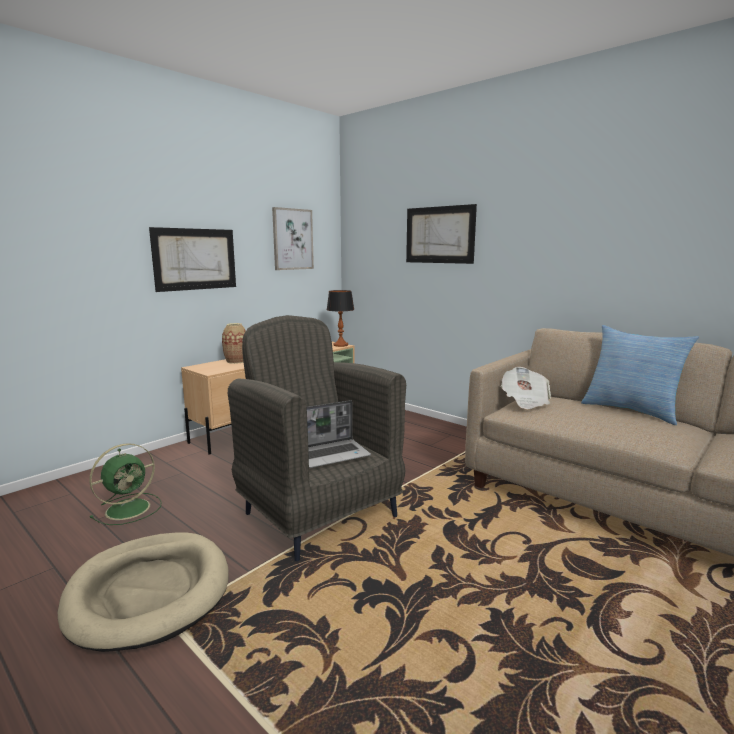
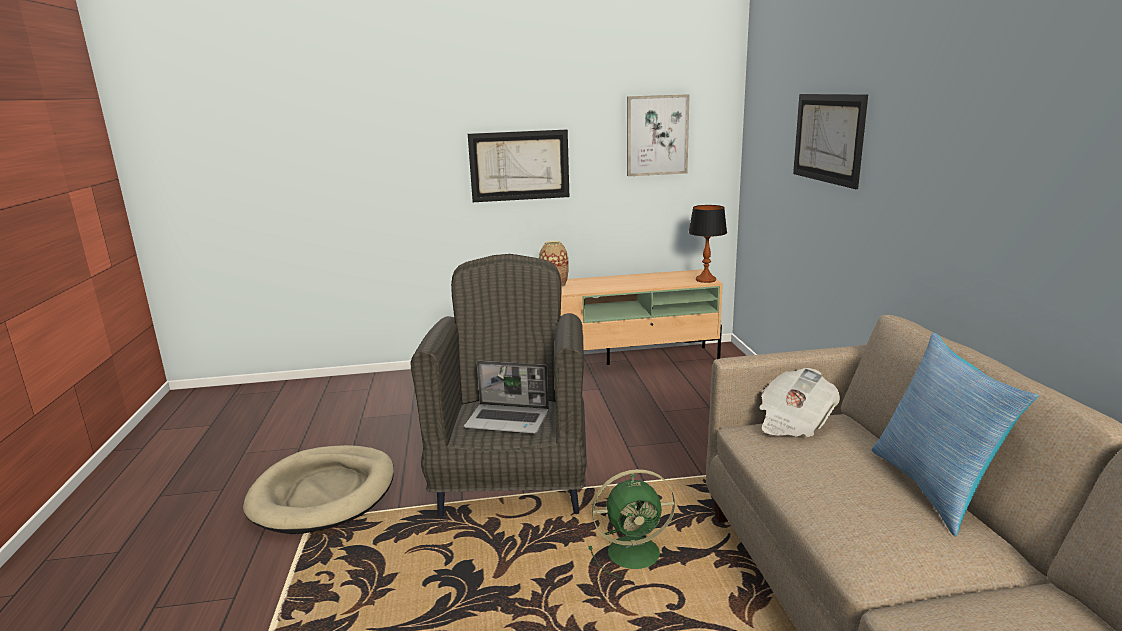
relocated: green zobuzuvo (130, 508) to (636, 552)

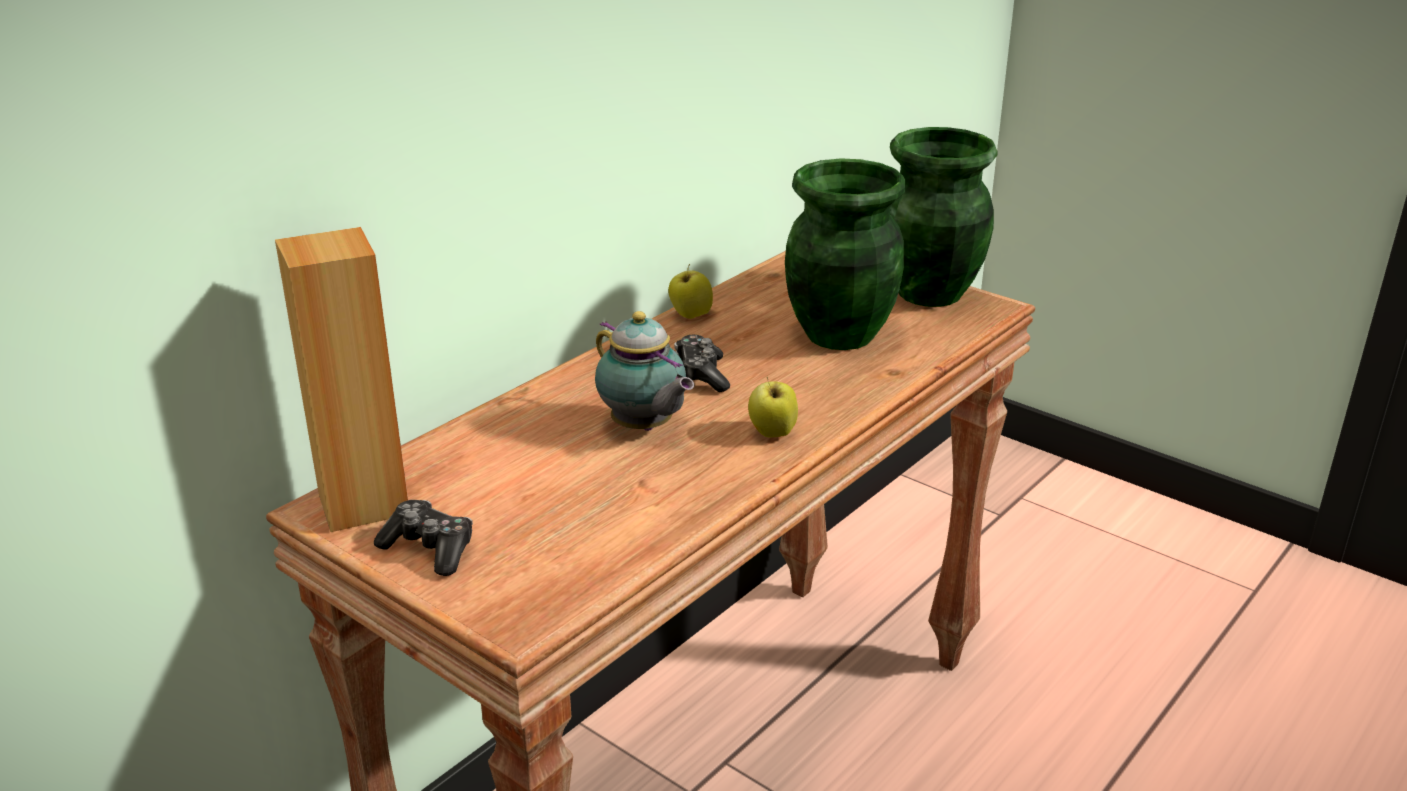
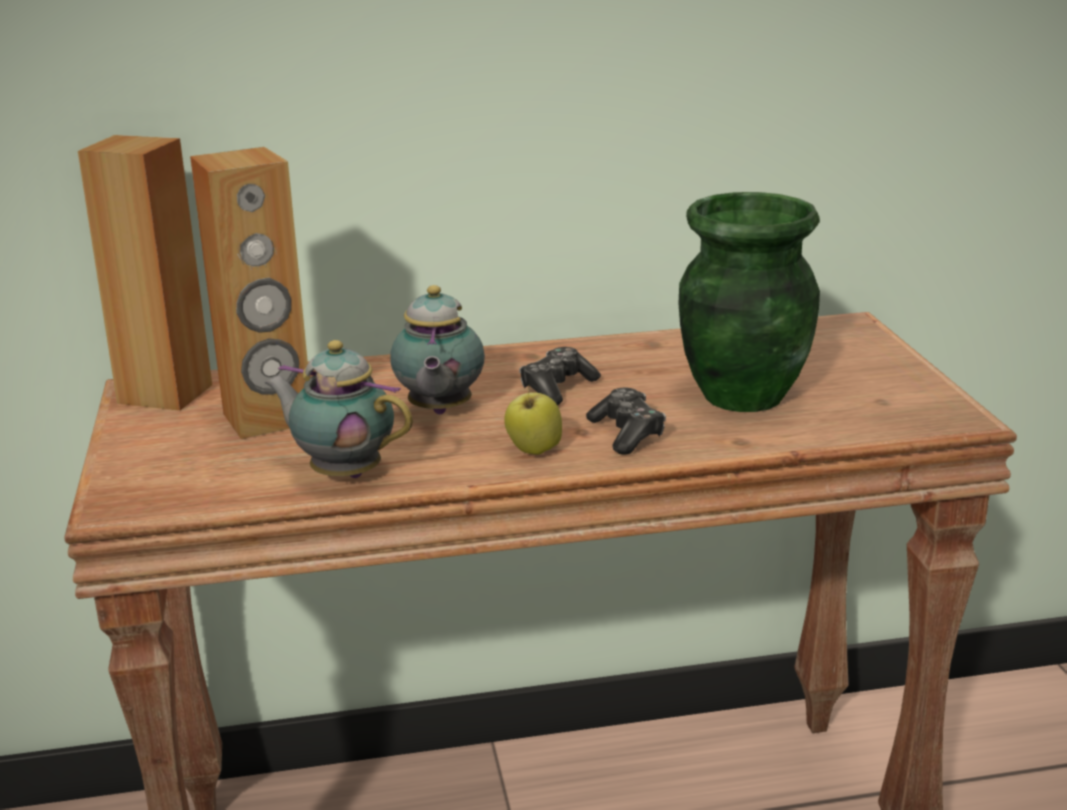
missing: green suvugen (930, 294); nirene (690, 316)
appeared: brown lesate (268, 419); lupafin (342, 473)
relocated: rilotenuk (429, 549) to (627, 433)

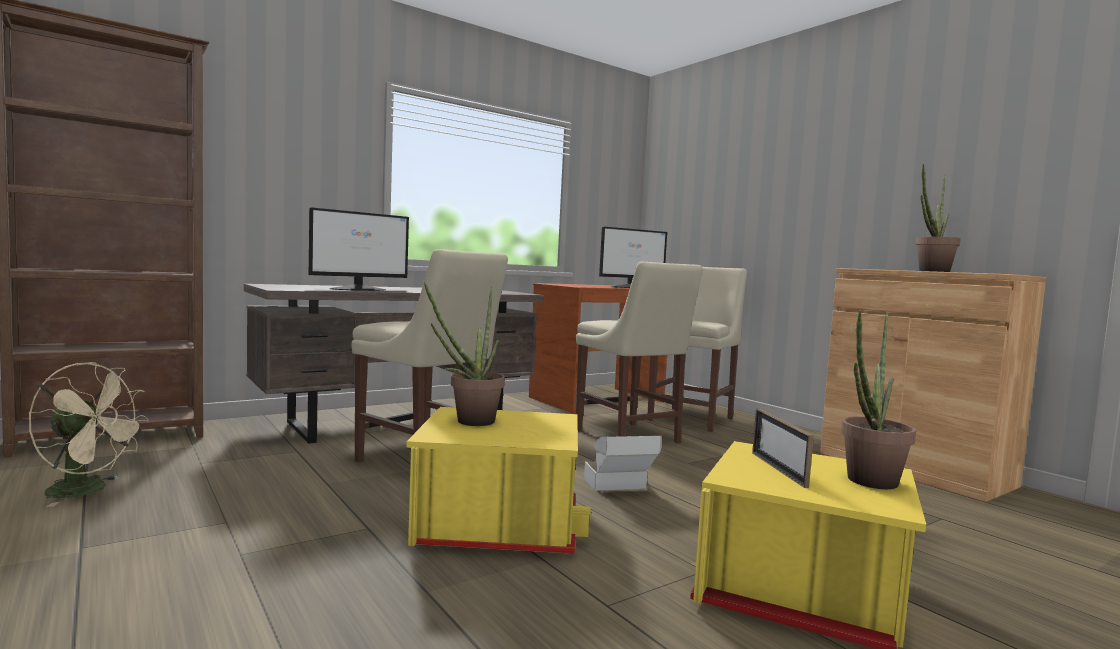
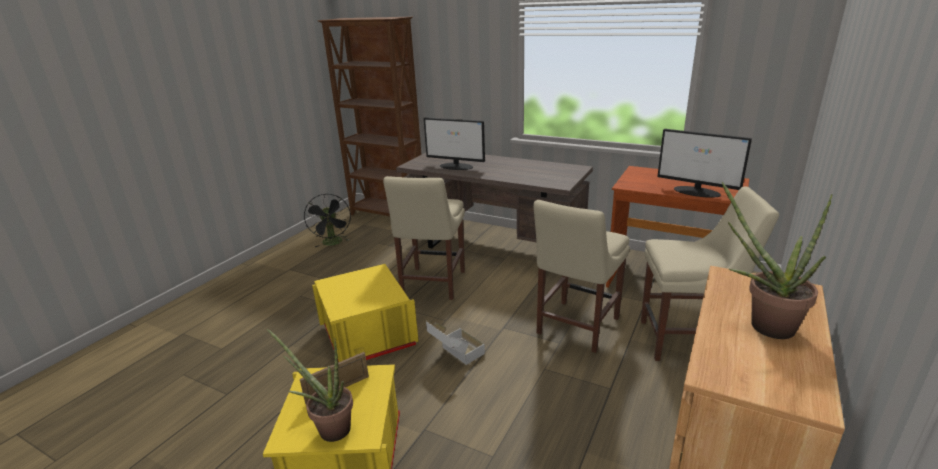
missing: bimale (468, 422)
colour: beige zobuzuvo (88, 491) to black zobuzuvo (333, 243)

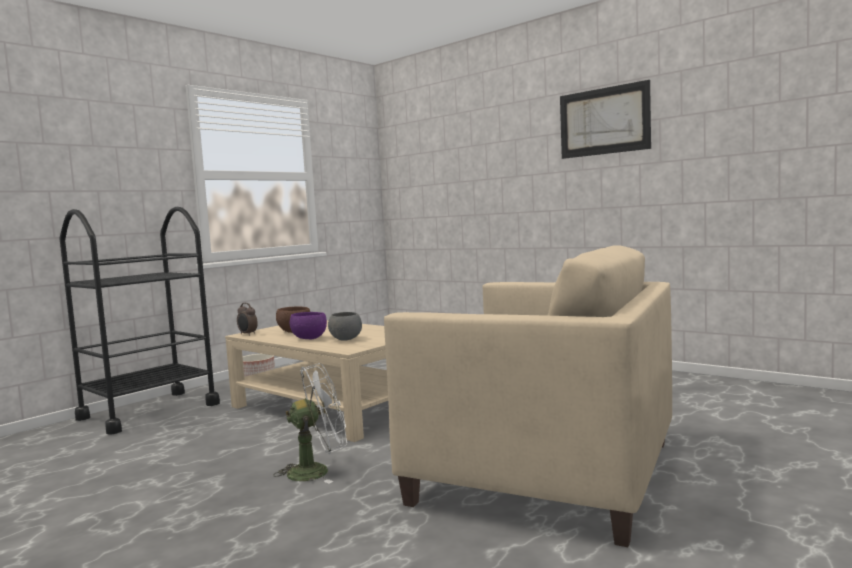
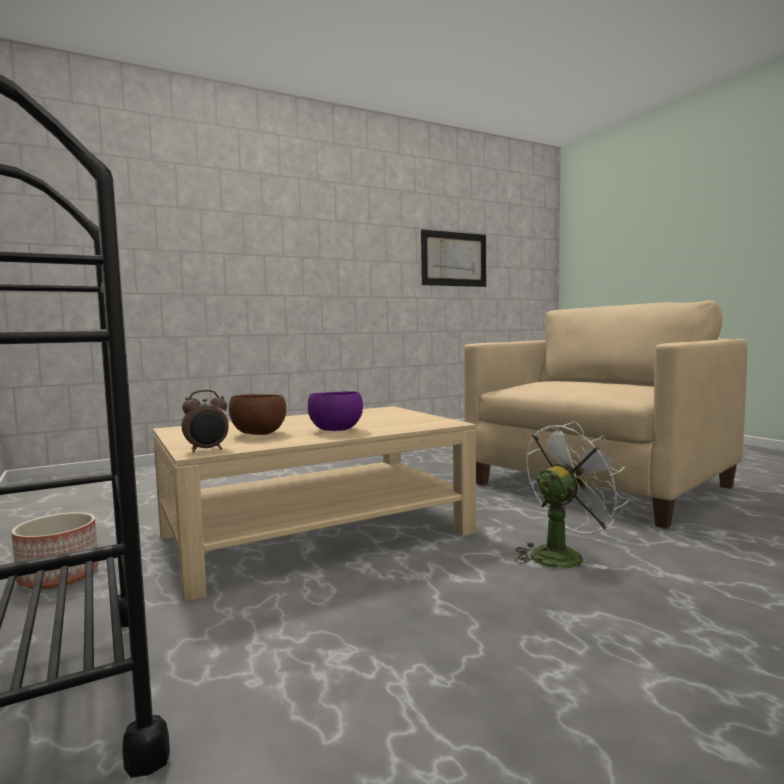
missing: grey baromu (345, 339)
relocated: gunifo (603, 121) to (454, 259)
spun: white zobuzuvo (317, 471) = (563, 555) 60 degrees clockwise

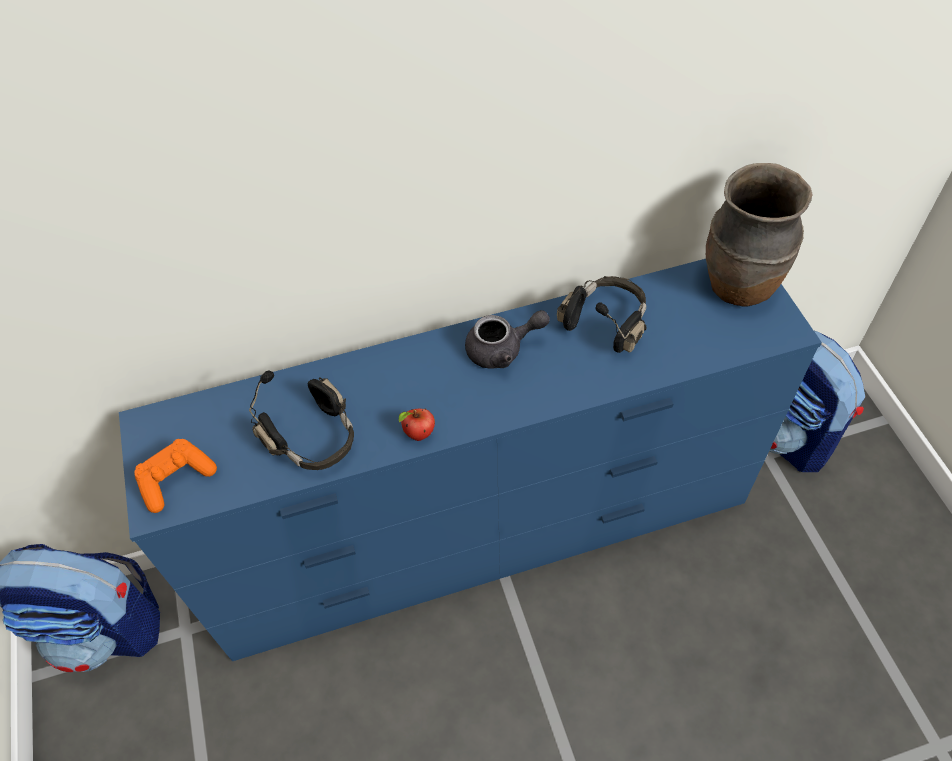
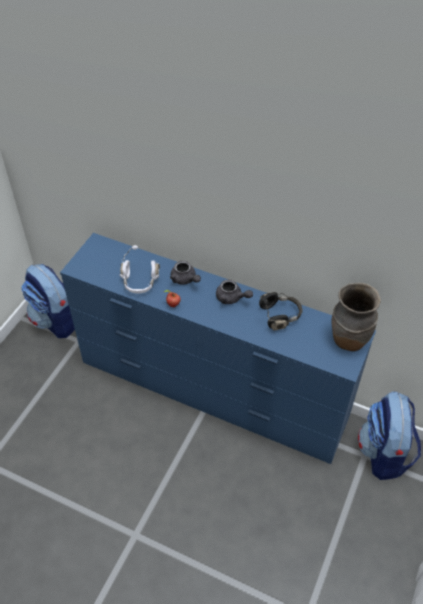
missing: orange rilotenuk (176, 479)
appeared: grey lupafin (185, 280)
colour: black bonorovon (314, 438) to white bonorovon (139, 282)

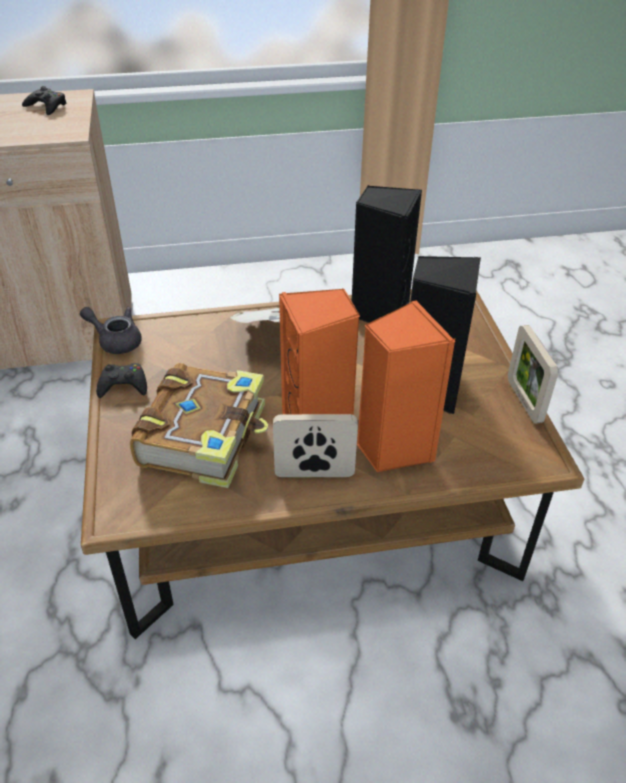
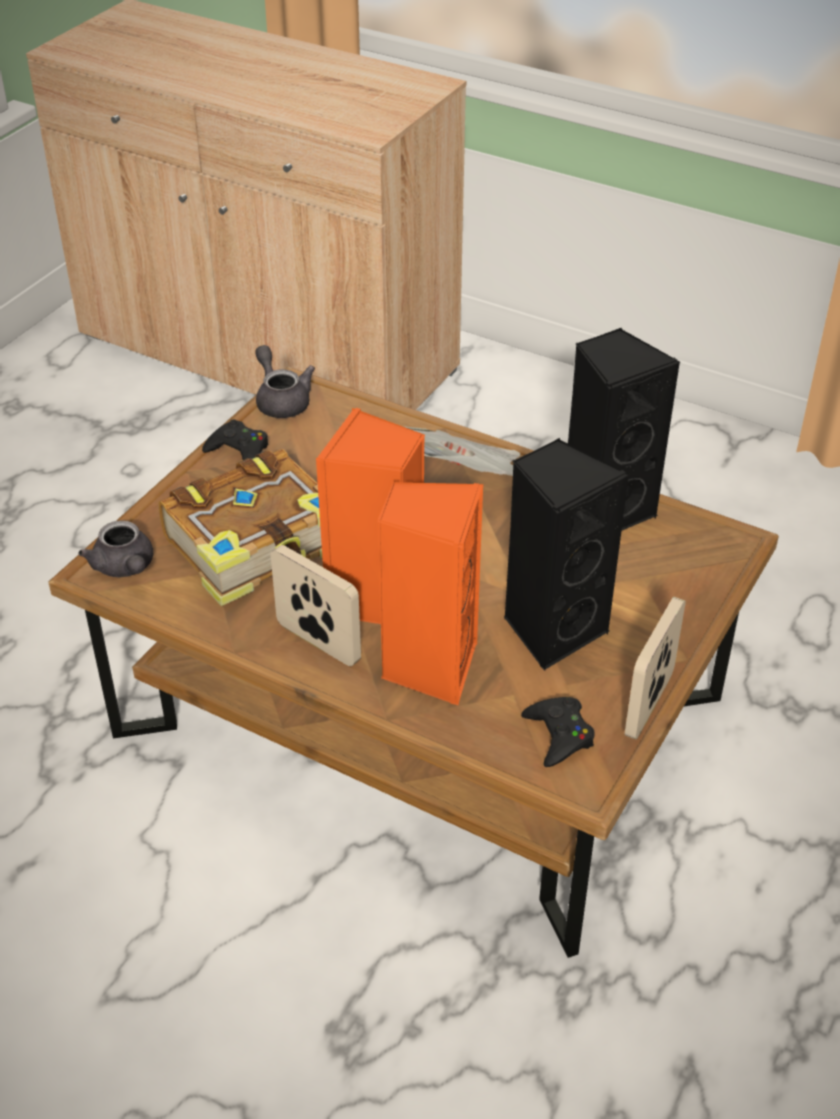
appeared: grey lupafin (125, 568)
relocated: black rilotenuk (47, 106) to (559, 735)

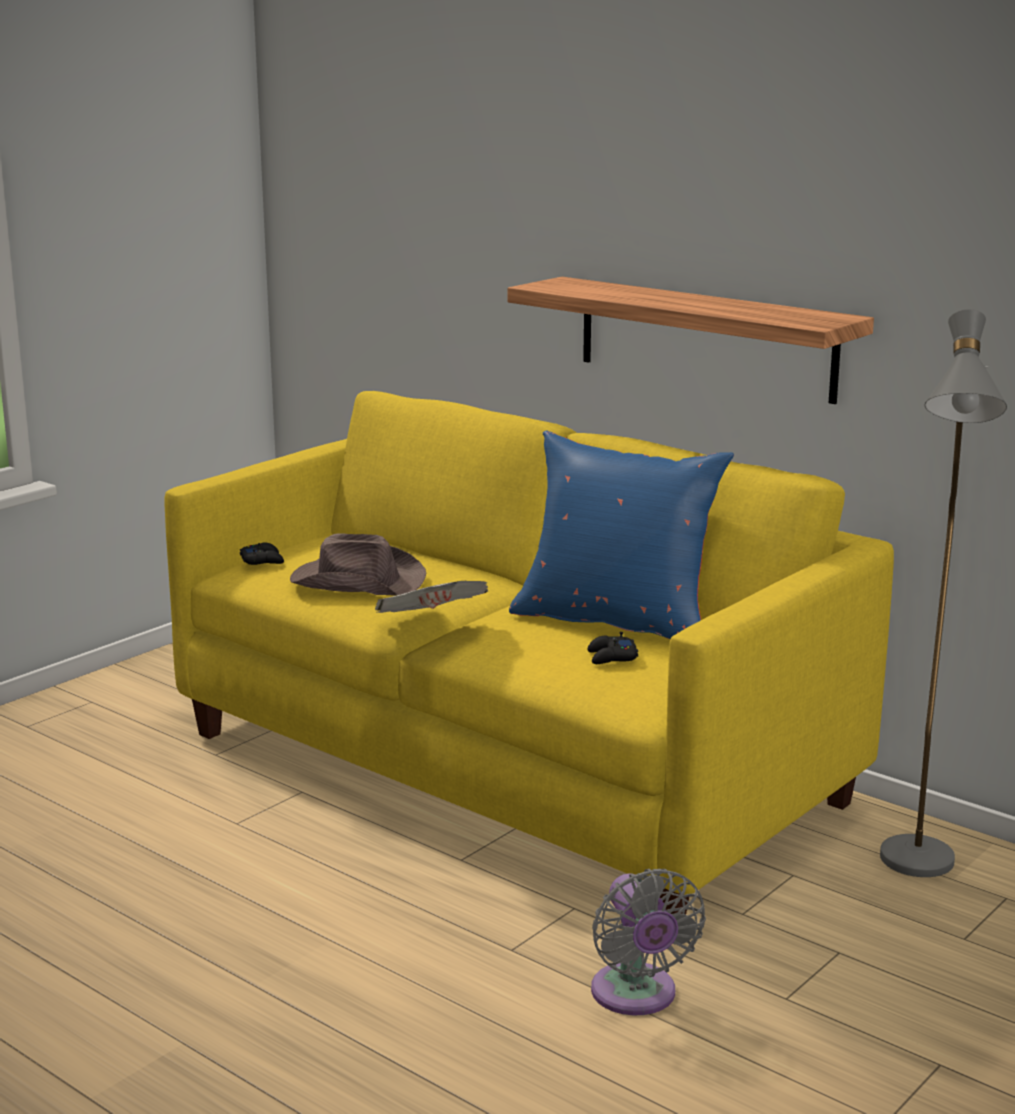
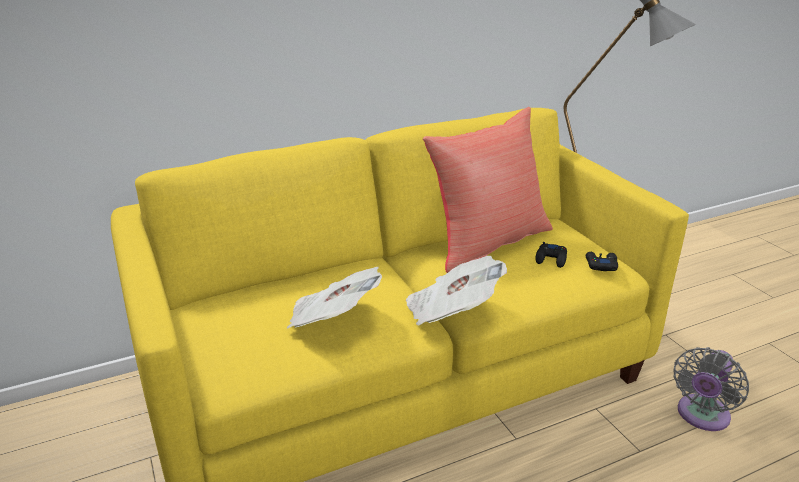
missing: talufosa (705, 338)
relocated: black rilotenuk (262, 560) to (600, 265)
exchanged: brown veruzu (357, 581) to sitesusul (333, 319)
colour: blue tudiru (617, 621) to red tudiru (487, 242)
spun: grey zobuzuvo (636, 996) = (701, 416) 120 degrees clockwise

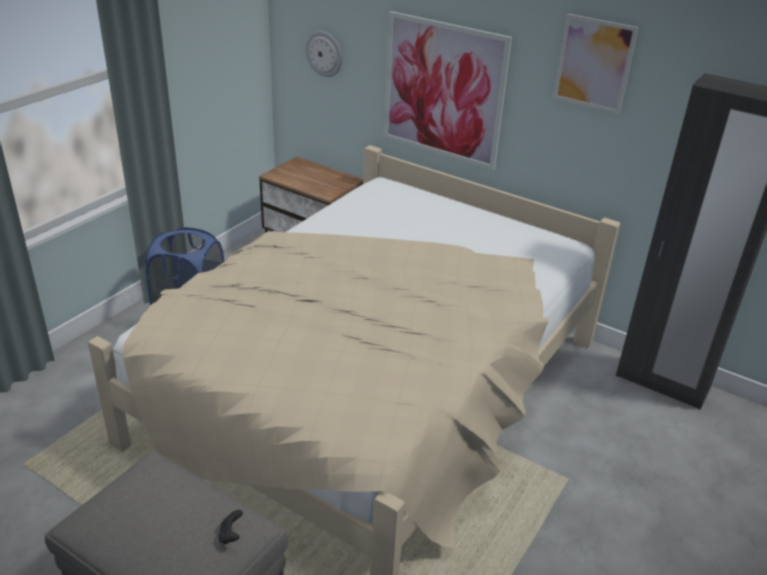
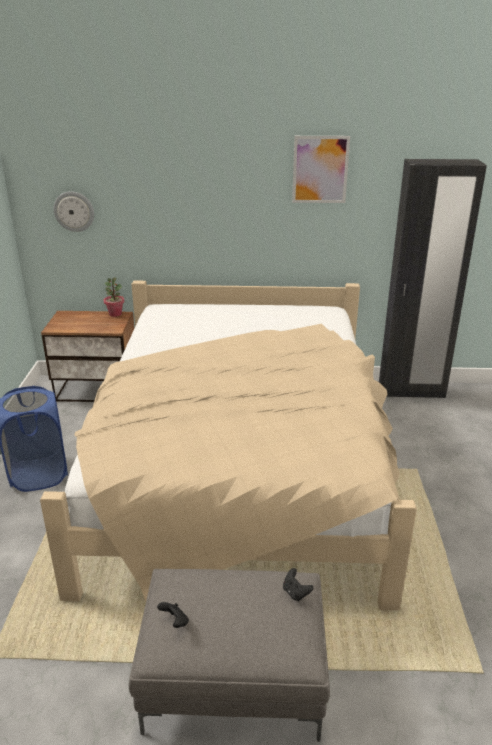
missing: gunifo (443, 90)
appeared: bimale (115, 314); black rilotenuk (175, 622)

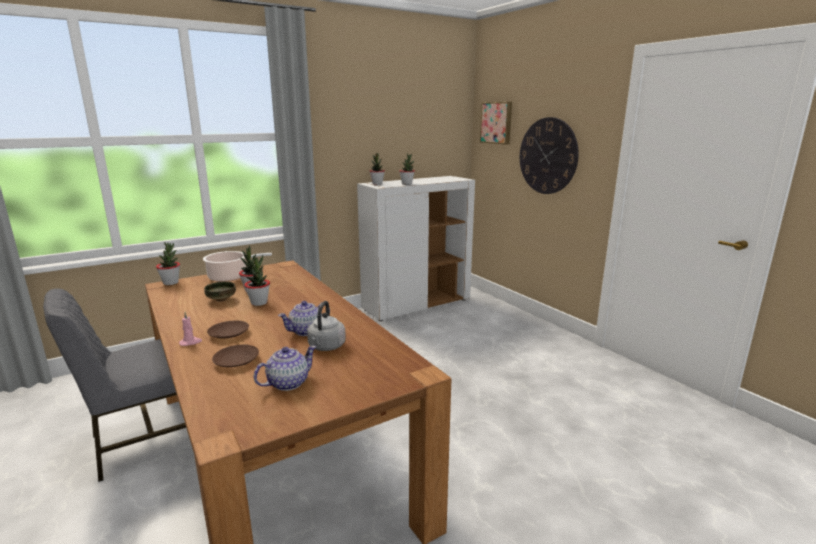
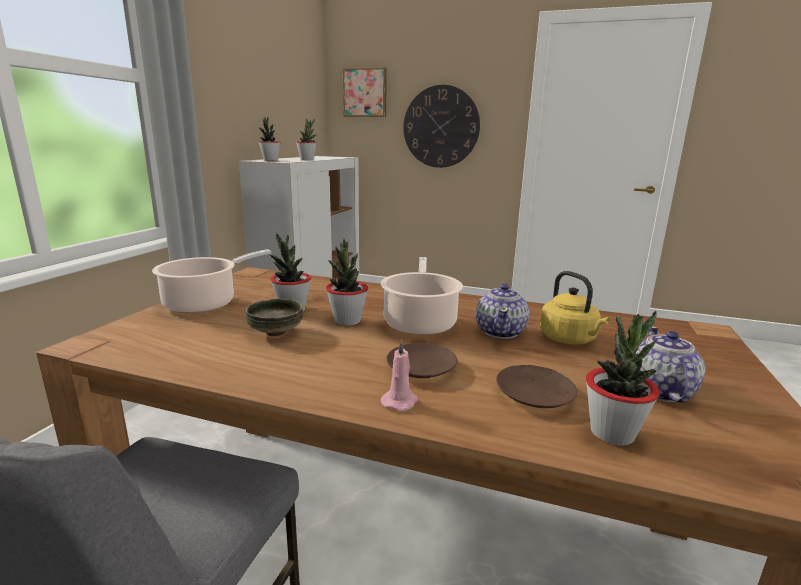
appeared: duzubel (420, 322)
relocated: bimale (171, 283) to (612, 433)
colour: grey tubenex (326, 347) to yellow tubenex (570, 339)

